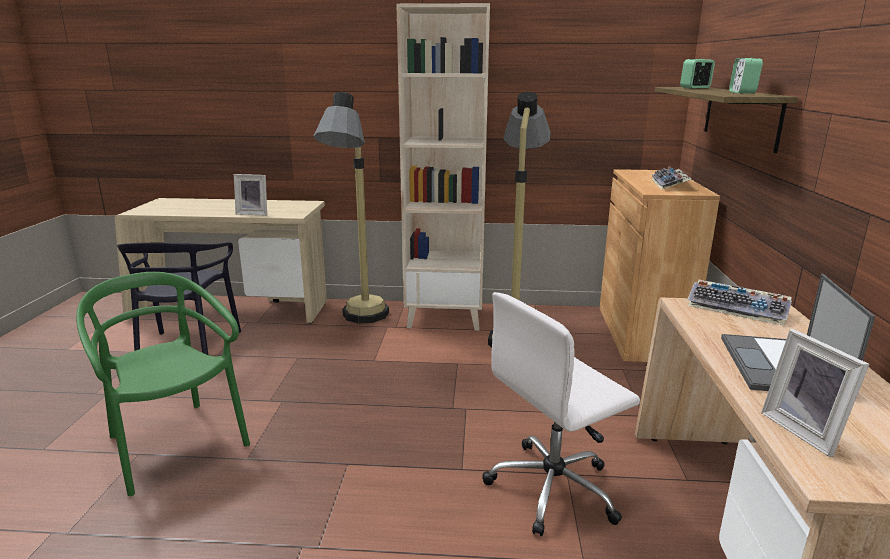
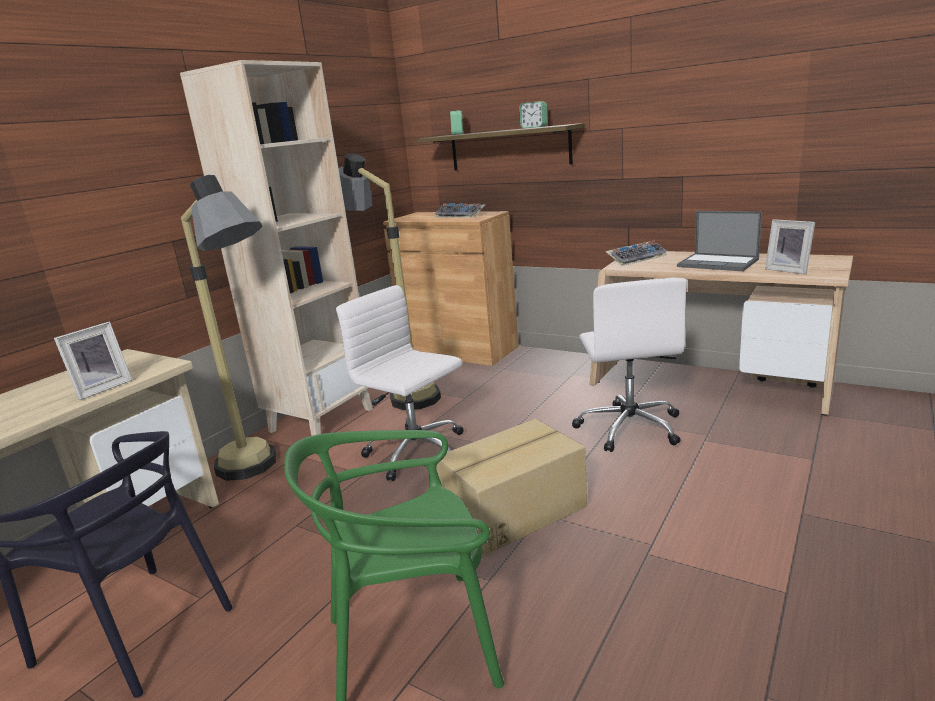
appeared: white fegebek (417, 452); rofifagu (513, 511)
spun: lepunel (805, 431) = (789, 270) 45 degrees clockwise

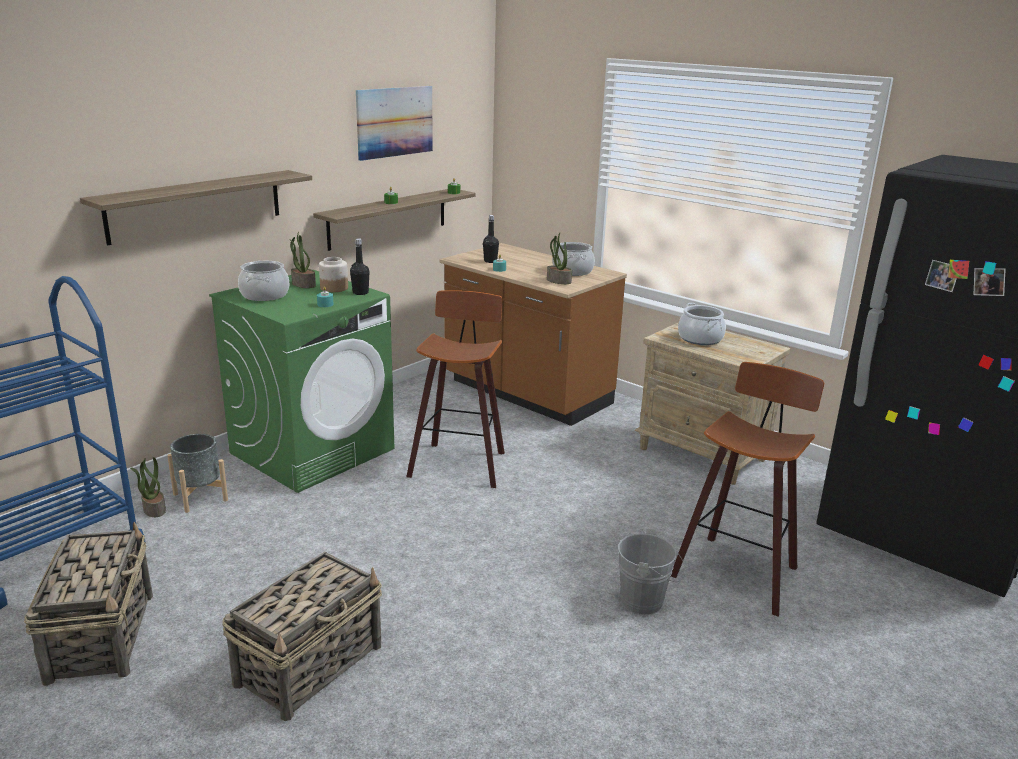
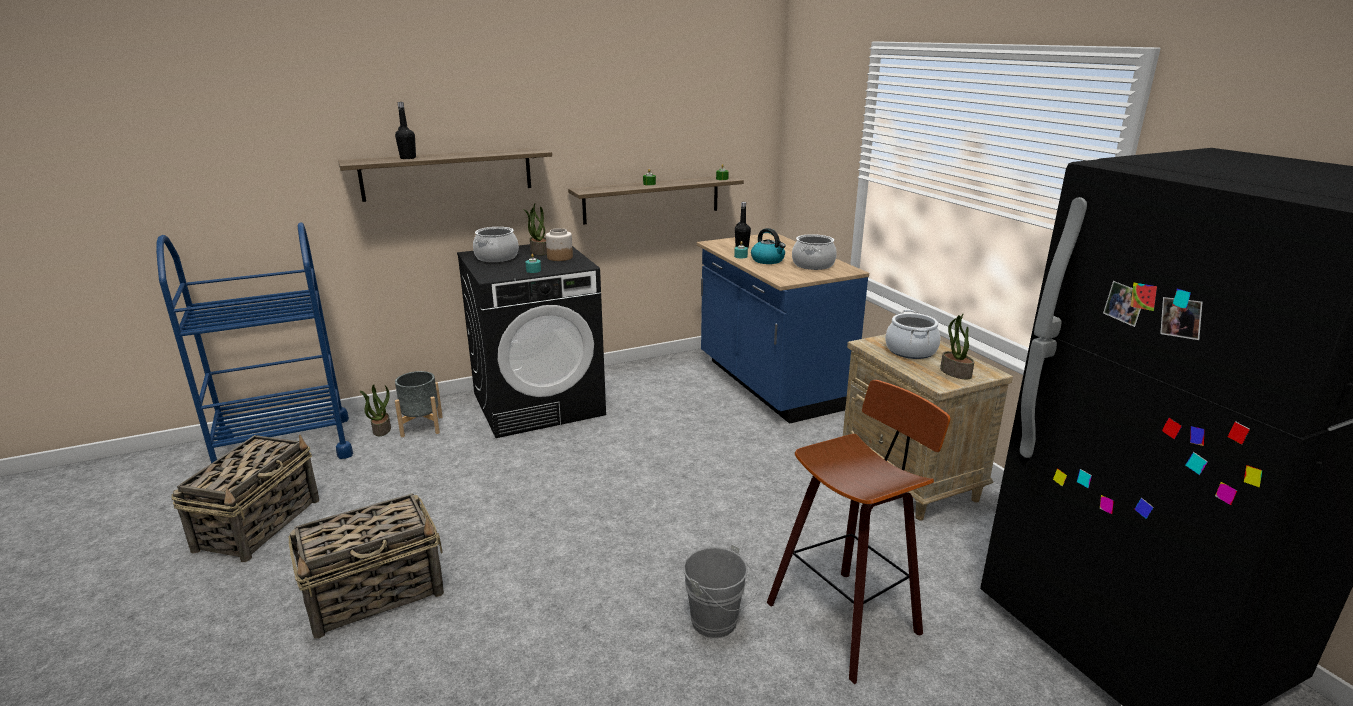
missing: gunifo (395, 122); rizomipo (459, 463)
appeared: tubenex (768, 260)
relocated: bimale (558, 281) to (955, 373); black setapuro (360, 293) to (408, 158)
colour: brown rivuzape (526, 394) to blue rivuzape (770, 384); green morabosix (313, 450) to black morabosix (539, 404)

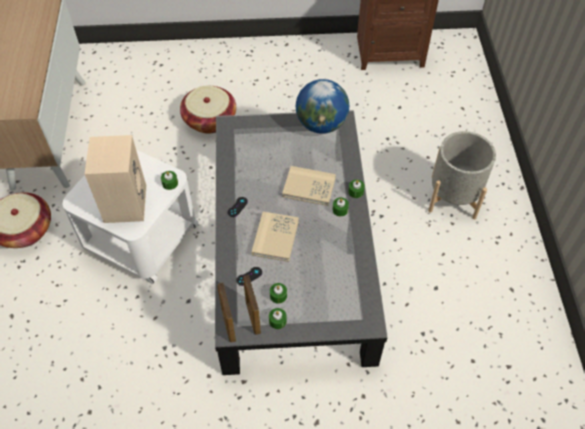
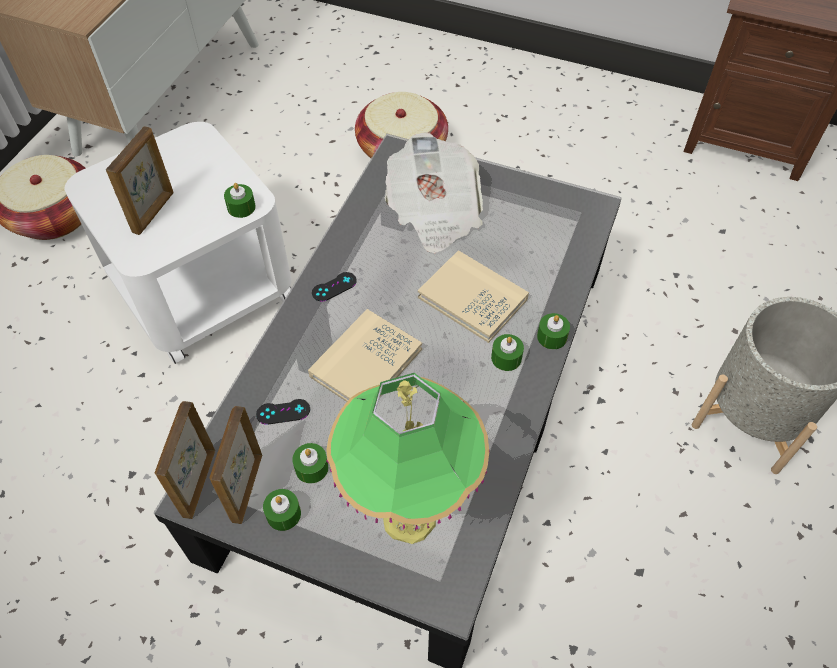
missing: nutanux (321, 124)
appeared: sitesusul (434, 213); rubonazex (409, 516)
exchanged: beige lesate (124, 203) to lepunel (154, 212)

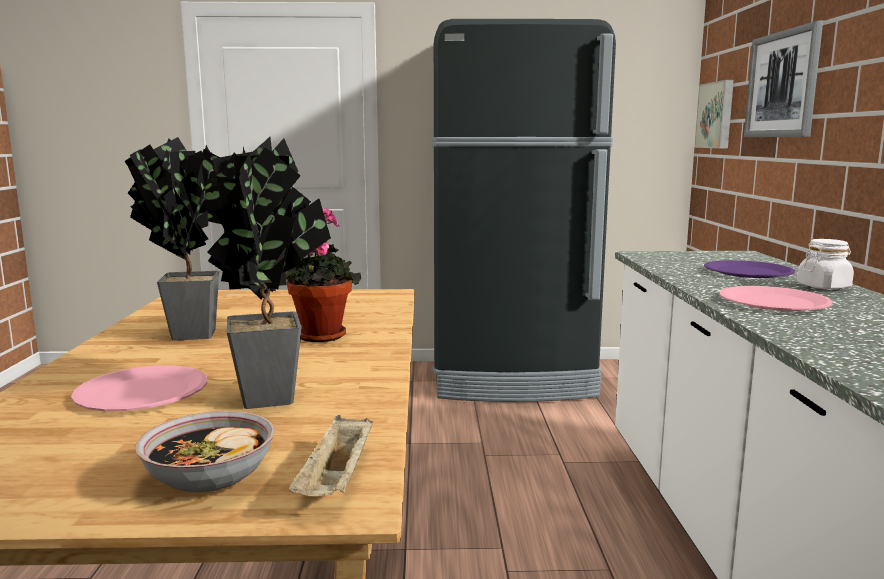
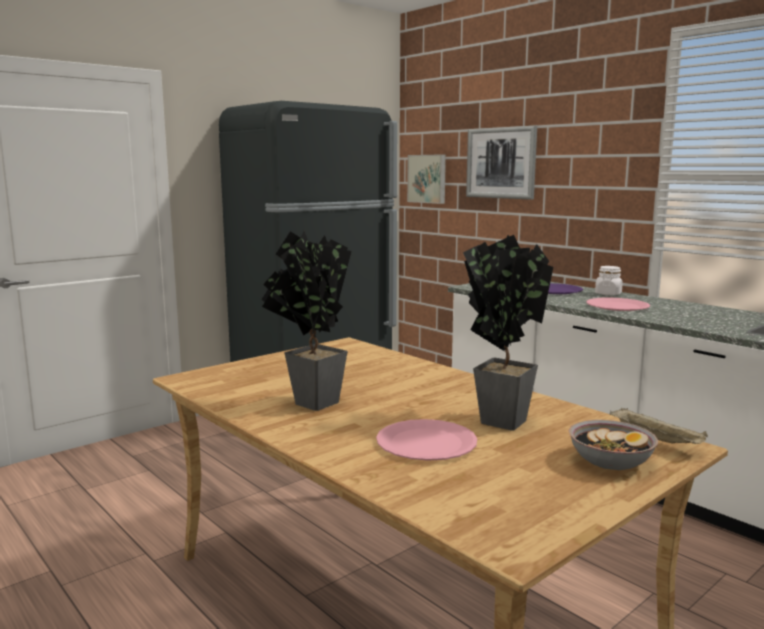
missing: bimale (322, 334)

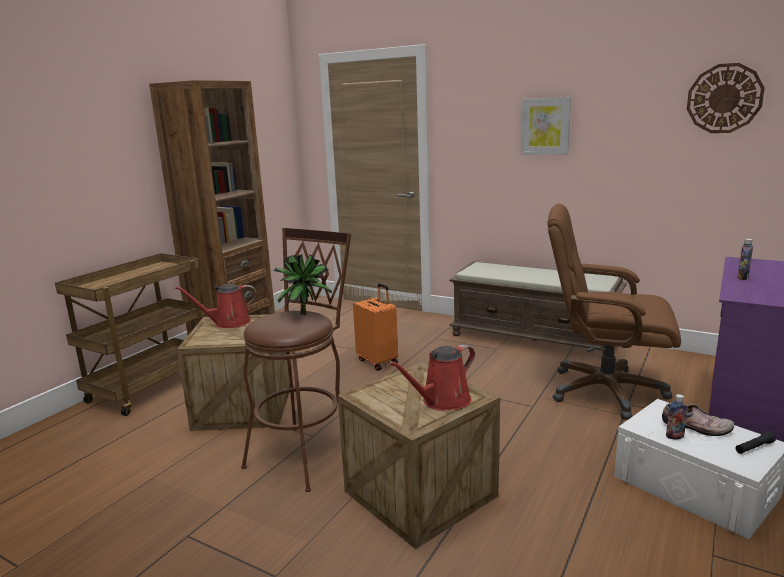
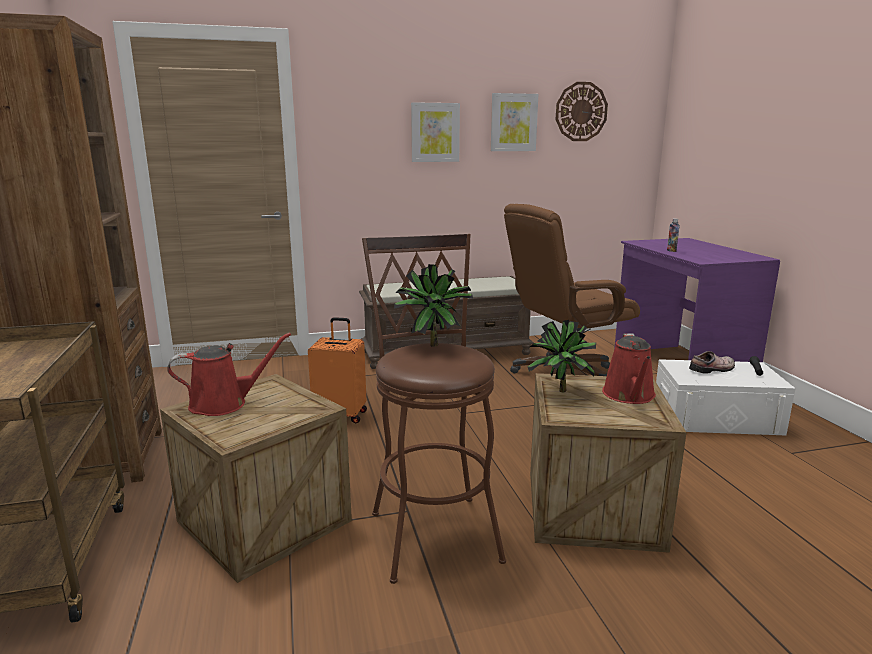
missing: setapuro (674, 436)
appeared: gunifo (513, 122); bimale (560, 393)
spun: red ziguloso (228, 323) = (224, 404) 135 degrees counterclockwise

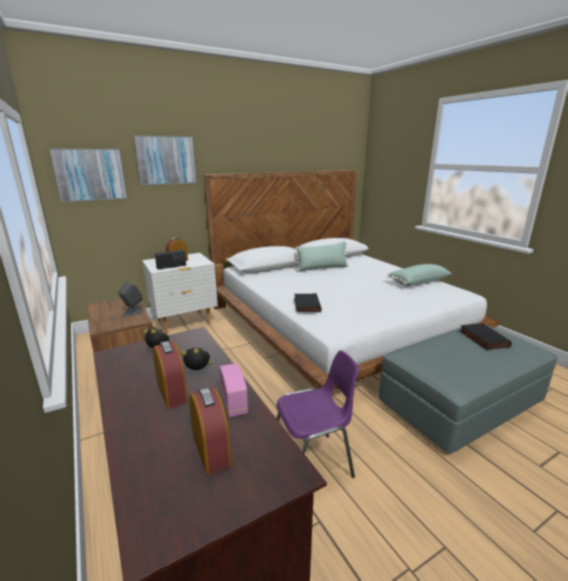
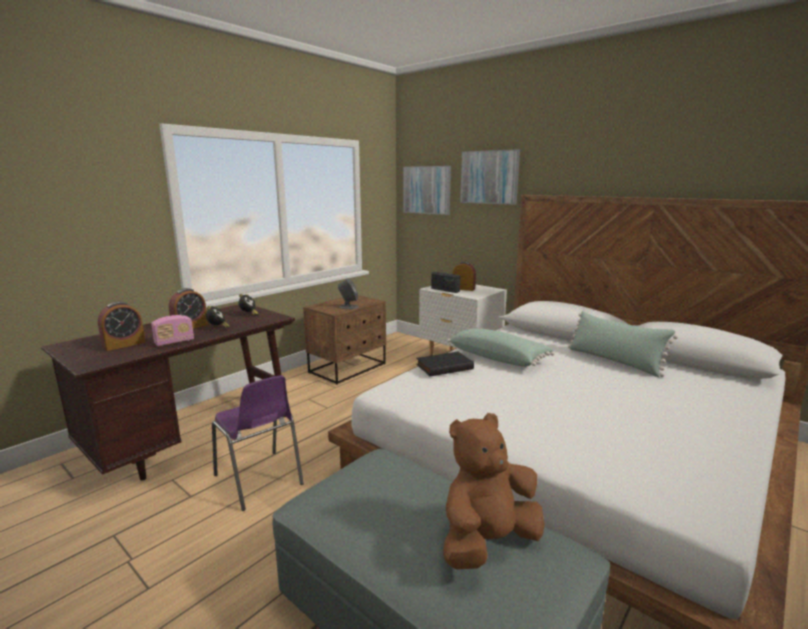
relocated: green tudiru (417, 282) to (498, 358)
exchanged: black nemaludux (482, 338) to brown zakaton (487, 541)

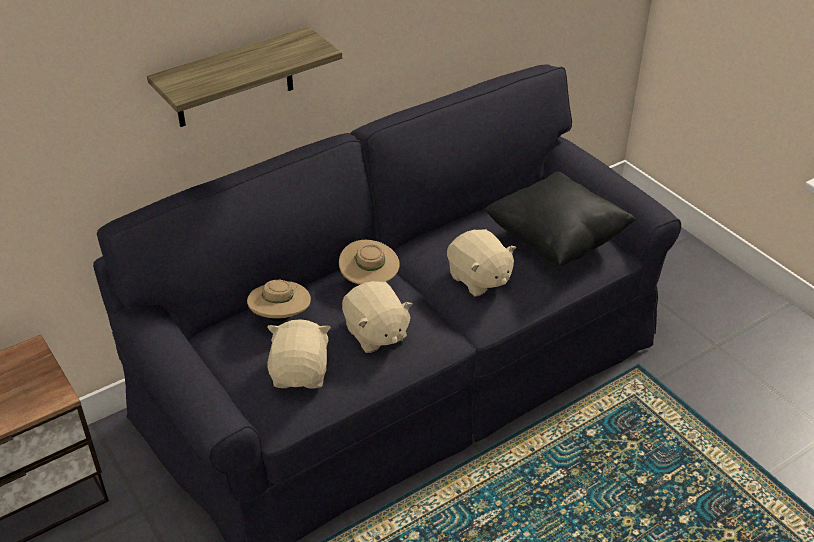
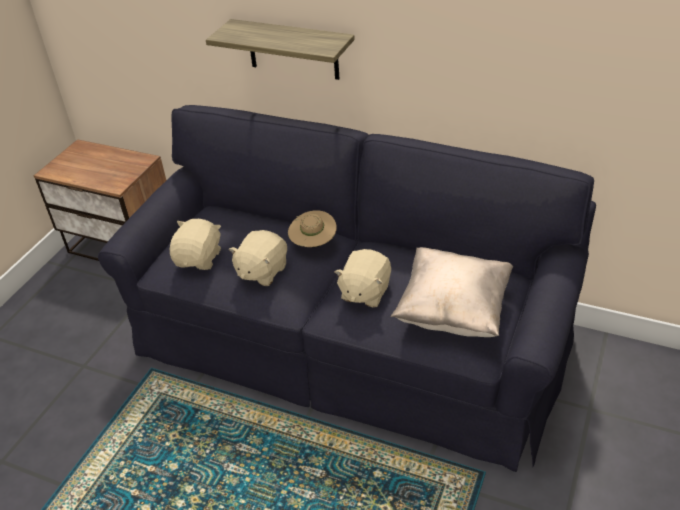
missing: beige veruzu (281, 317)
colour: black tudiru (555, 240) to beige tudiru (453, 311)
spun: beige zakaton (300, 373) = (199, 259) 45 degrees counterclockwise

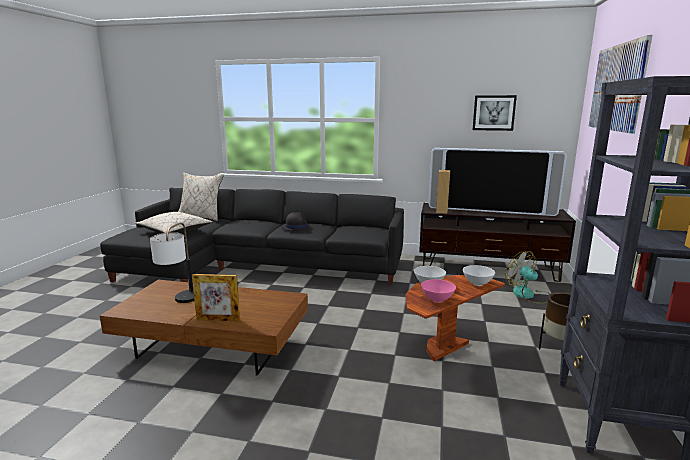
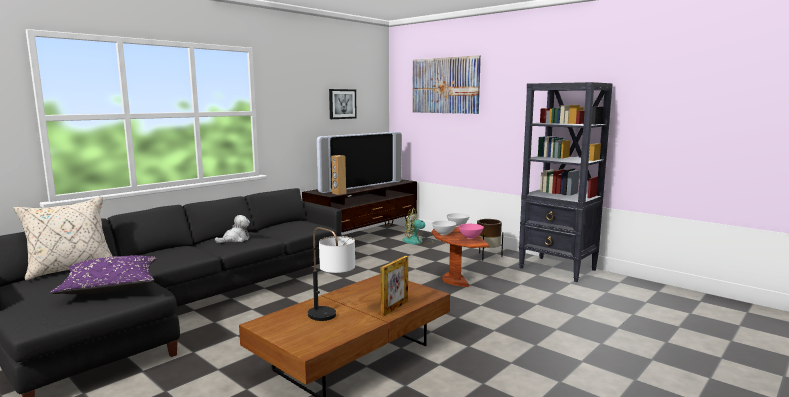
exchanged: black veruzu (296, 227) to zakaton (235, 239)
colour: beige tudiru (175, 231) to purple tudiru (110, 287)

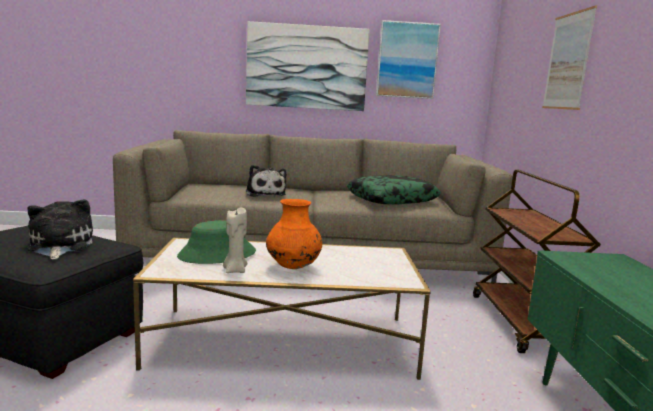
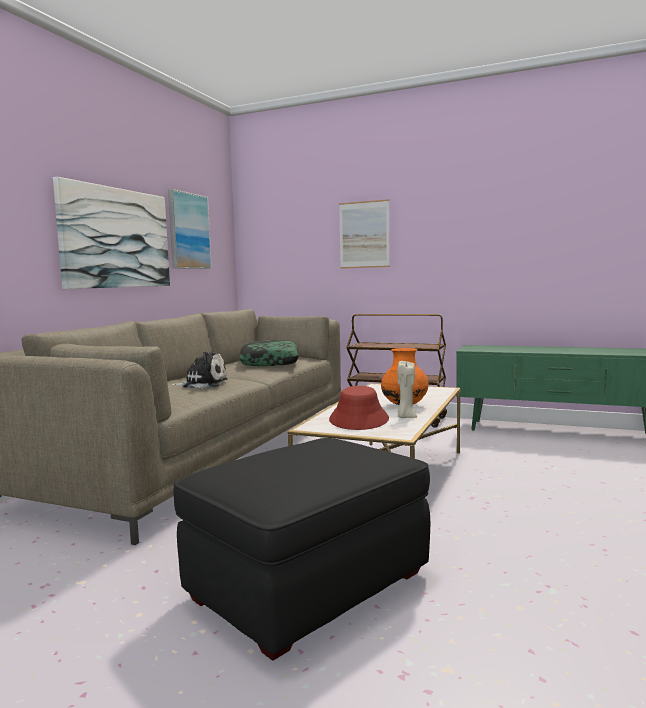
missing: zakaton (59, 246)
colour: green veruzu (217, 254) to red veruzu (359, 420)

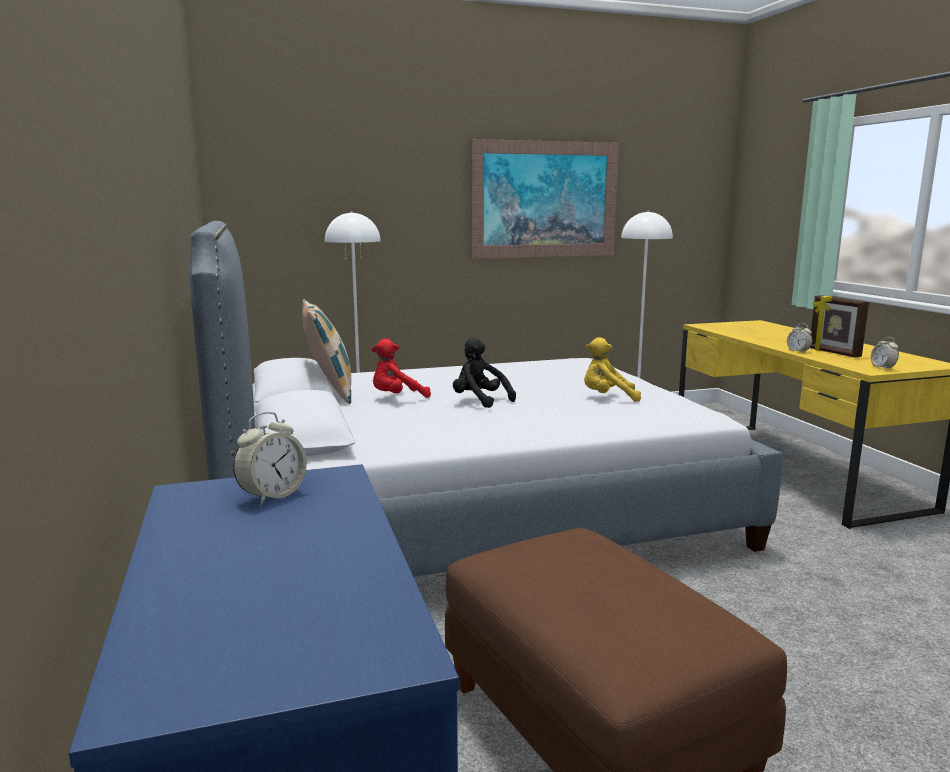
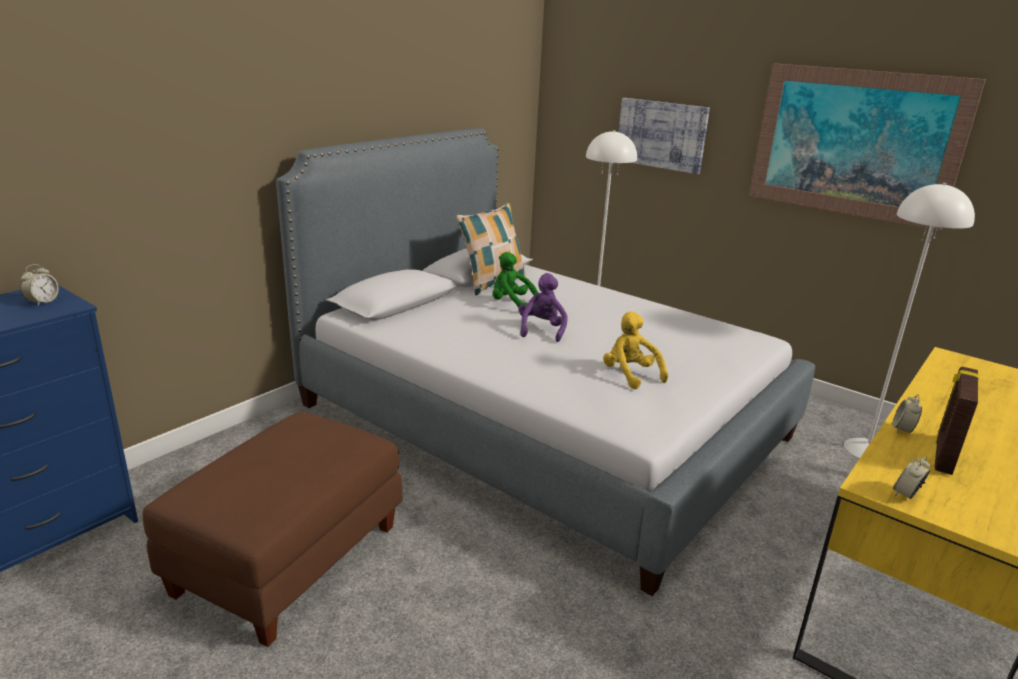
appeared: gunifo (661, 135)
colour: black zakaton (479, 401) to purple zakaton (541, 330); red zakaton (397, 398) to green zakaton (512, 304)
spun: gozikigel (272, 496) = (43, 302) 75 degrees counterclockwise

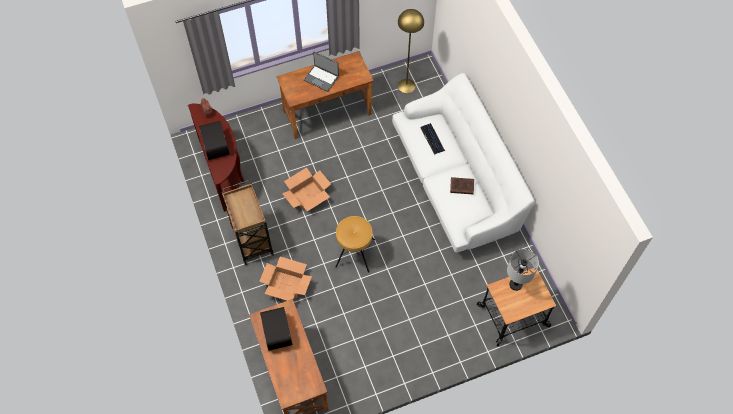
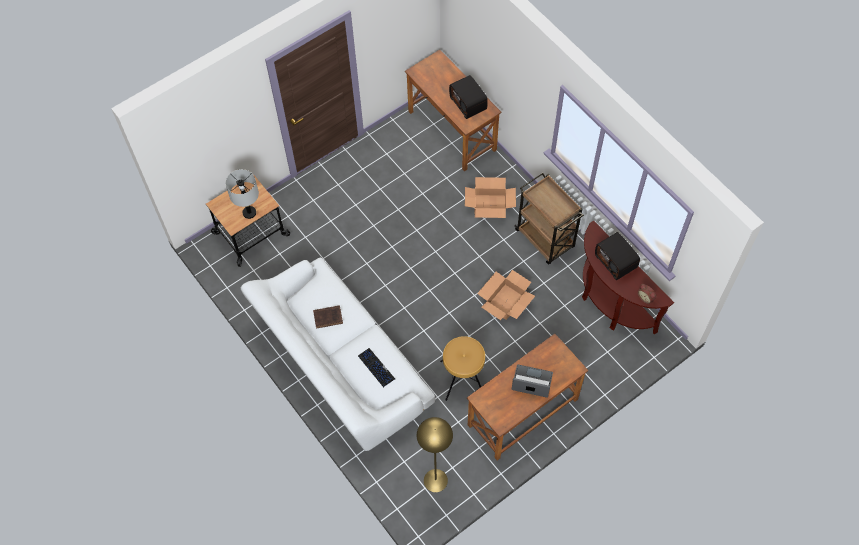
relocated: brown rizomipo (355, 253) to (463, 378)

